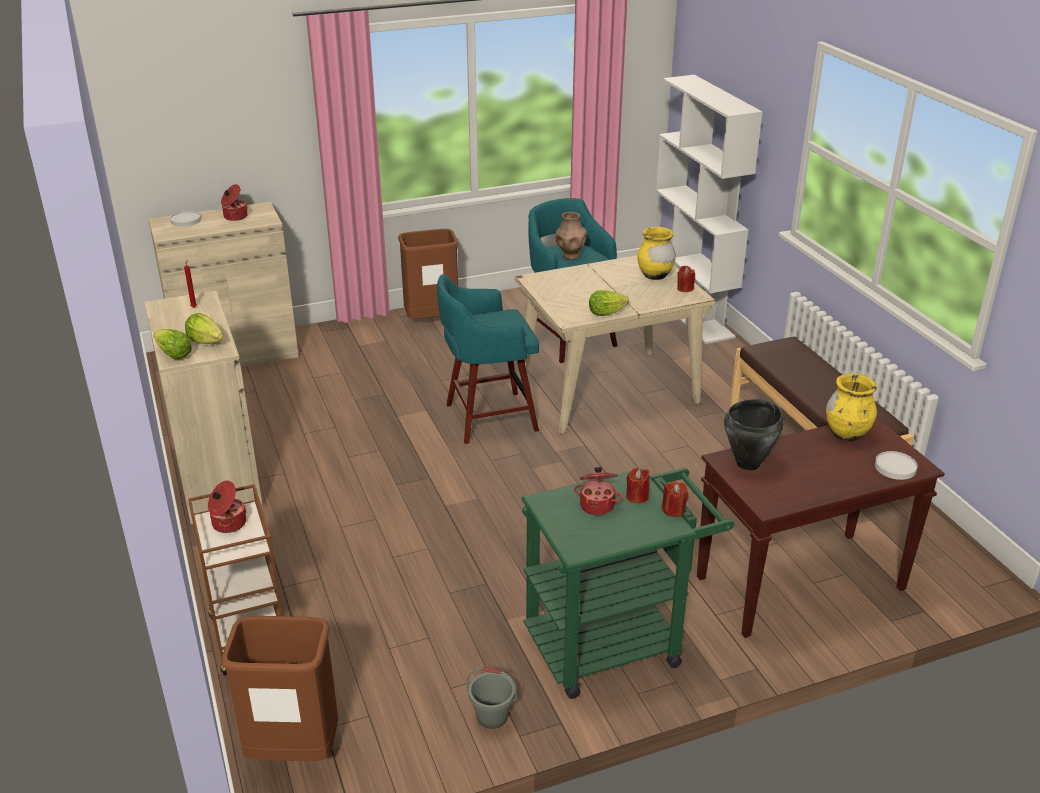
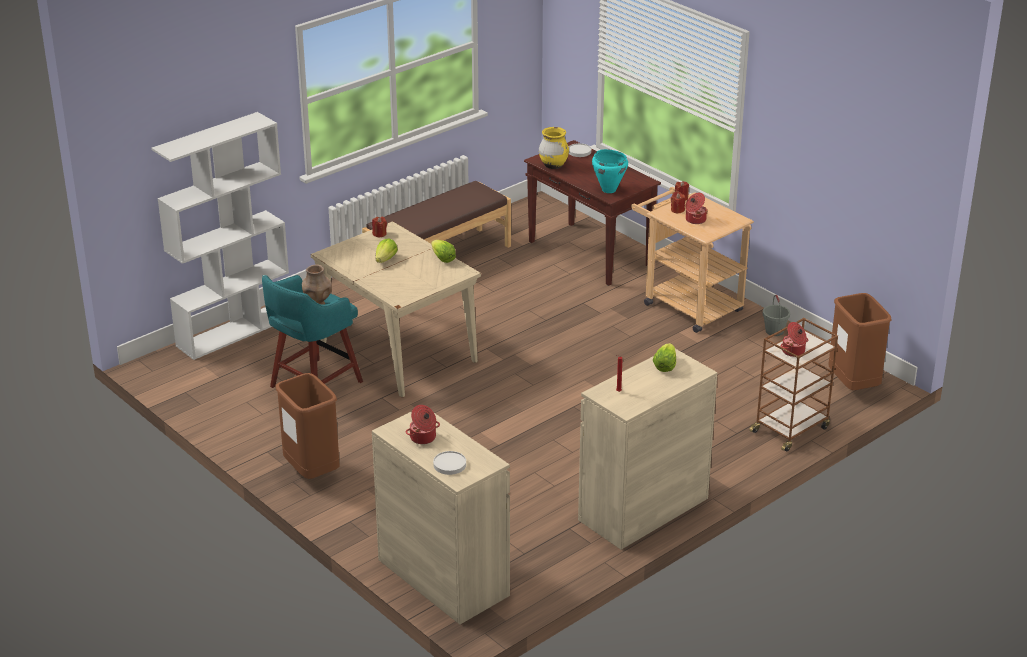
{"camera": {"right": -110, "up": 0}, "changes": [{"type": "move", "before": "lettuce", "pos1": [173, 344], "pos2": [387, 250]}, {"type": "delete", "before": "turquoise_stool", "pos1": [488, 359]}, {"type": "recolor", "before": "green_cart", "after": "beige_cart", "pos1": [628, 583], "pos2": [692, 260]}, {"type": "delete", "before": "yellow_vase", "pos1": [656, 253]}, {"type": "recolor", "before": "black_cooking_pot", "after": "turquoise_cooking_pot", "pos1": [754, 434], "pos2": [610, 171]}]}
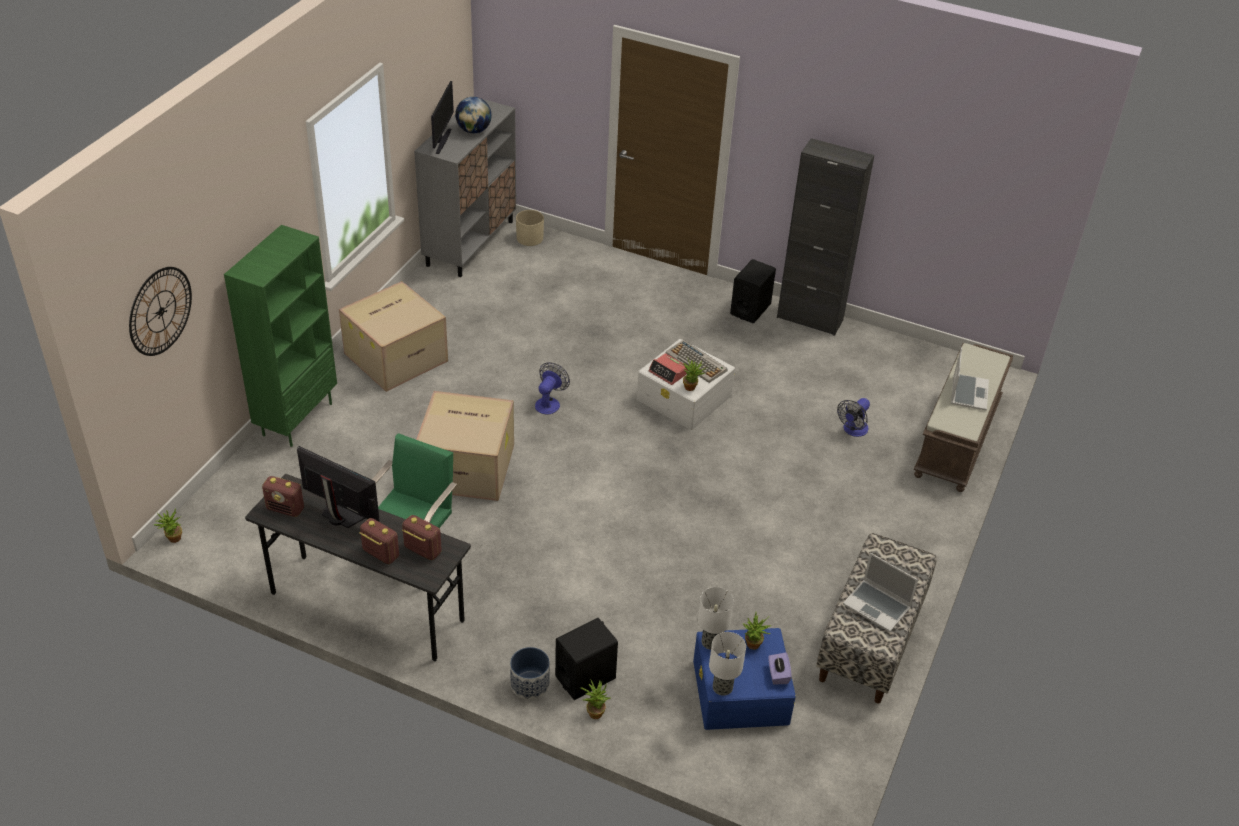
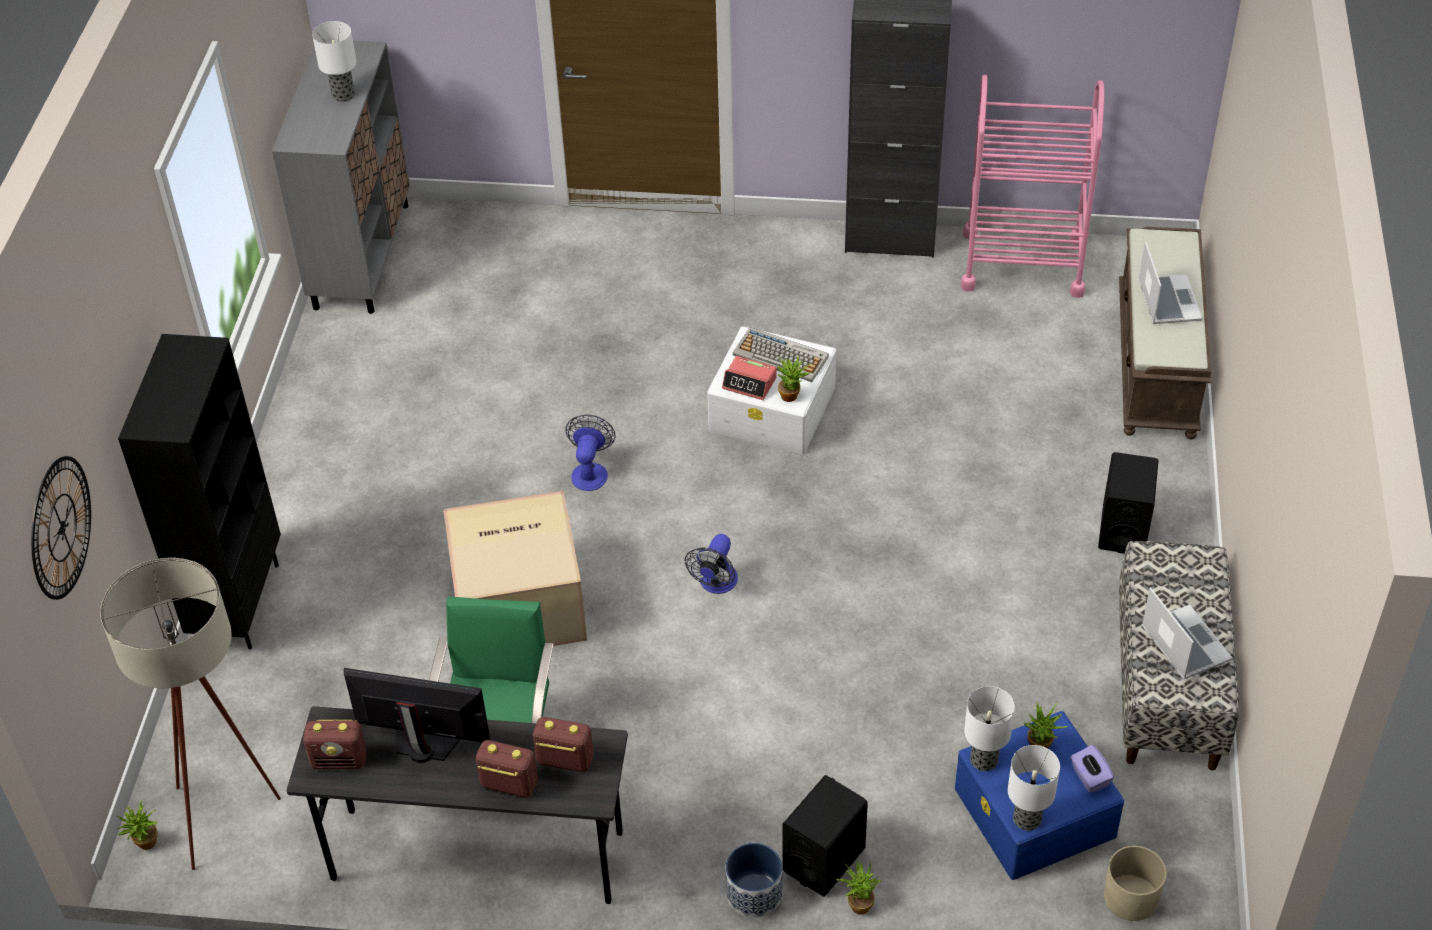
{"camera": {"right": -15, "up": 5}, "changes": [{"type": "recolor", "before": "green_bookcase", "after": "black_bookcase", "pos1": [280, 336], "pos2": [199, 491]}, {"type": "delete", "before": "cardboard_box", "pos1": [393, 336]}, {"type": "delete", "before": "monitor", "pos1": [442, 117]}, {"type": "replace", "before": "globe", "after": "table_lamp", "pos1": [473, 115], "pos2": [334, 61]}, {"type": "move", "before": "beige_planter", "pos1": [530, 228], "pos2": [1135, 883]}, {"type": "move", "before": "black_speaker", "pos1": [753, 291], "pos2": [1128, 503]}, {"type": "move", "before": "fan", "pos1": [853, 417], "pos2": [711, 564]}, {"type": "rotate", "before": "laptop", "pos1": [880, 592], "pos2": [1187, 633], "turn": -135}, {"type": "insert", "after": "beige_floor_lamp", "pos2": [190, 714]}, {"type": "insert", "after": "pink_cart", "pos2": [1032, 186]}]}
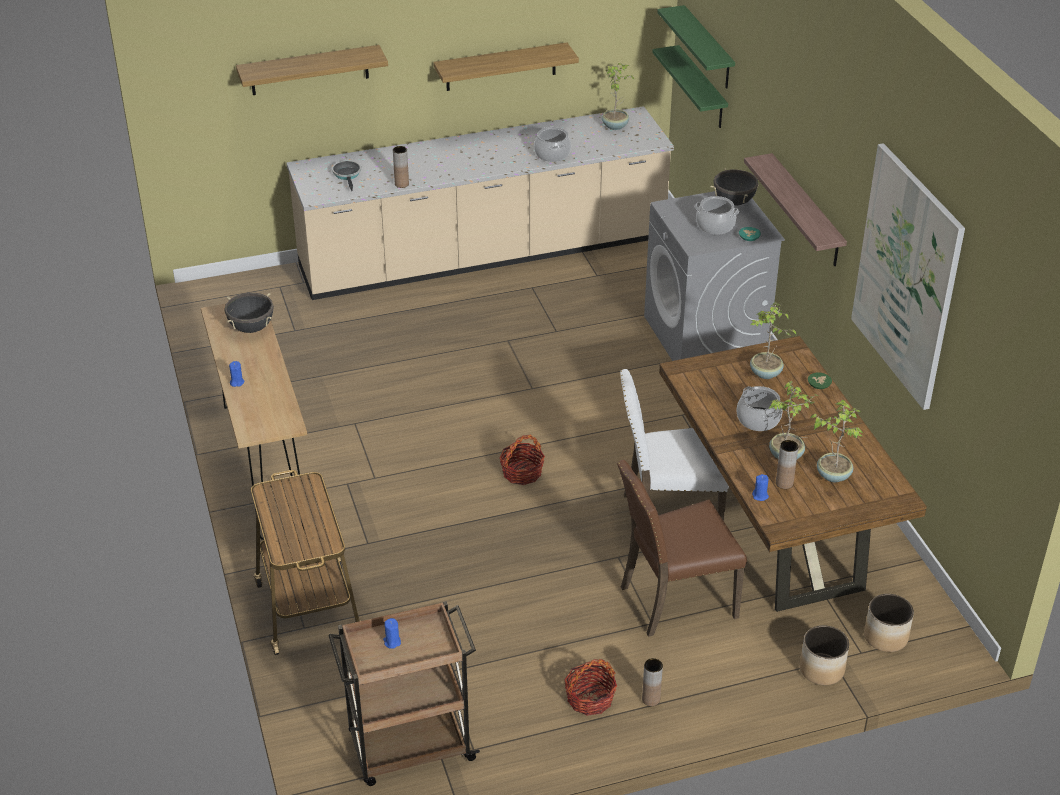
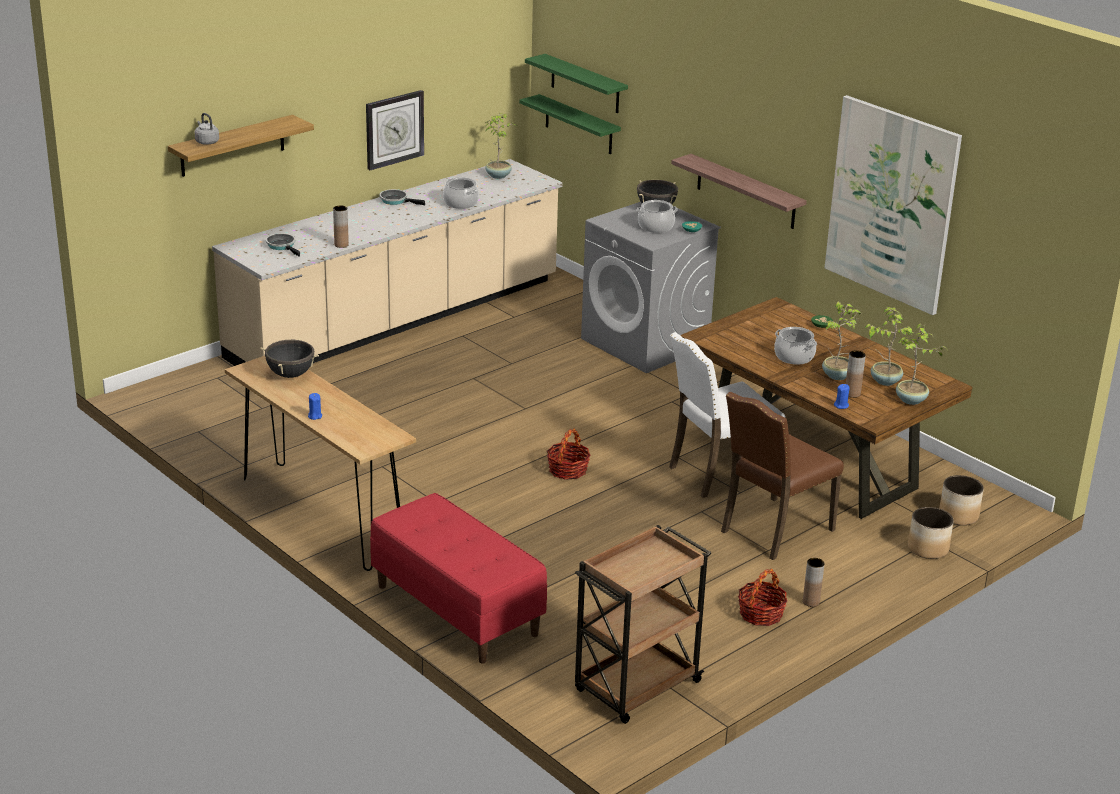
{"camera": {"right": -25, "up": -10}, "changes": [{"type": "replace", "before": "cart", "after": "red_bench", "pos1": [306, 562], "pos2": [458, 578]}, {"type": "delete", "before": "blue_candle", "pos1": [392, 633]}, {"type": "replace", "before": "shelf", "after": "wall_clock", "pos1": [506, 66], "pos2": [395, 130]}, {"type": "move", "before": "potted_plant", "pos1": [773, 340], "pos2": [921, 364]}, {"type": "insert", "after": "grey_kettle", "pos2": [207, 129]}, {"type": "insert", "after": "frying_pan", "pos2": [402, 197]}]}
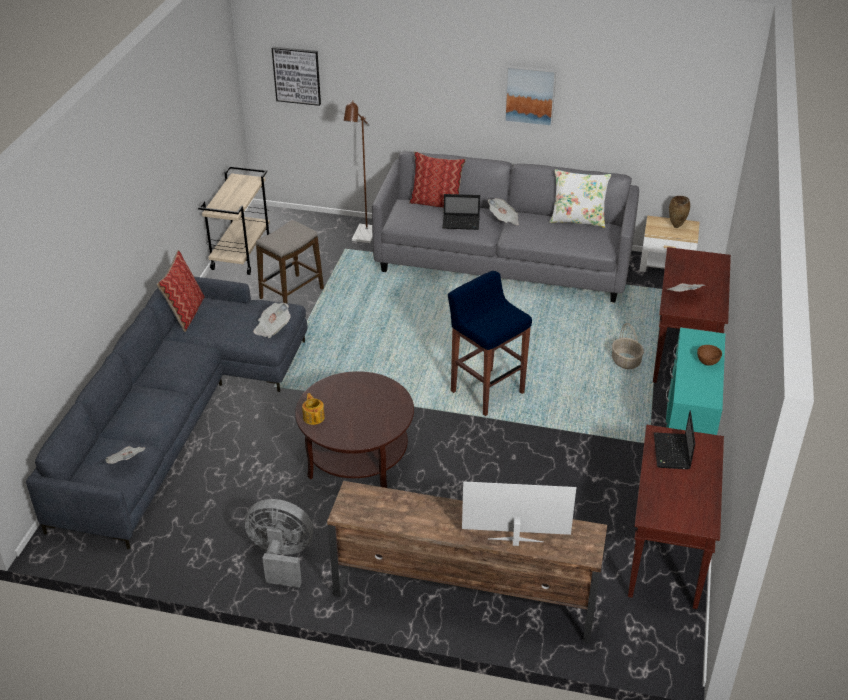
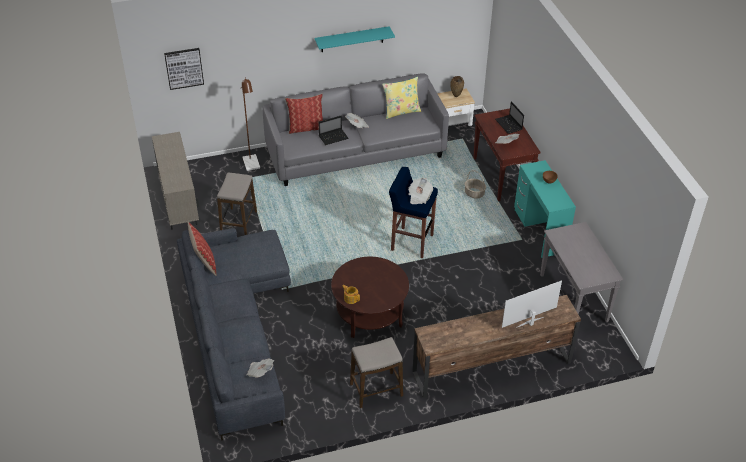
{"camera": {"right": -30, "up": 5}, "changes": [{"type": "replace", "before": "beige_cart", "after": "beige_cabinet", "pos1": [234, 220], "pos2": [175, 181]}, {"type": "replace", "before": "grey_fan", "after": "stool", "pos1": [279, 543], "pos2": [376, 372]}, {"type": "move", "before": "newspaper", "pos1": [271, 320], "pos2": [420, 191]}, {"type": "replace", "before": "picture", "after": "turquoise_shelf", "pos1": [530, 96], "pos2": [355, 39]}, {"type": "recolor", "before": "white_pillow", "after": "yellow_pillow", "pos1": [580, 198], "pos2": [401, 98]}, {"type": "recolor", "before": "brown_console_table", "after": "grey_console_table", "pos1": [676, 517], "pos2": [581, 272]}, {"type": "move", "before": "laptop", "pos1": [674, 440], "pos2": [509, 117]}]}
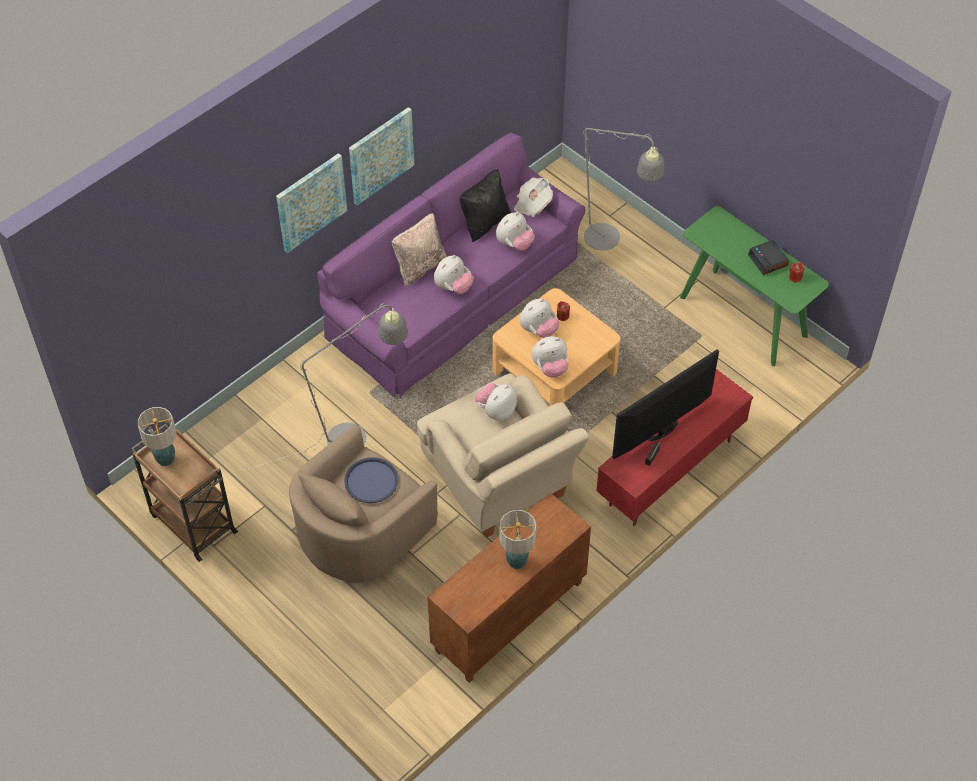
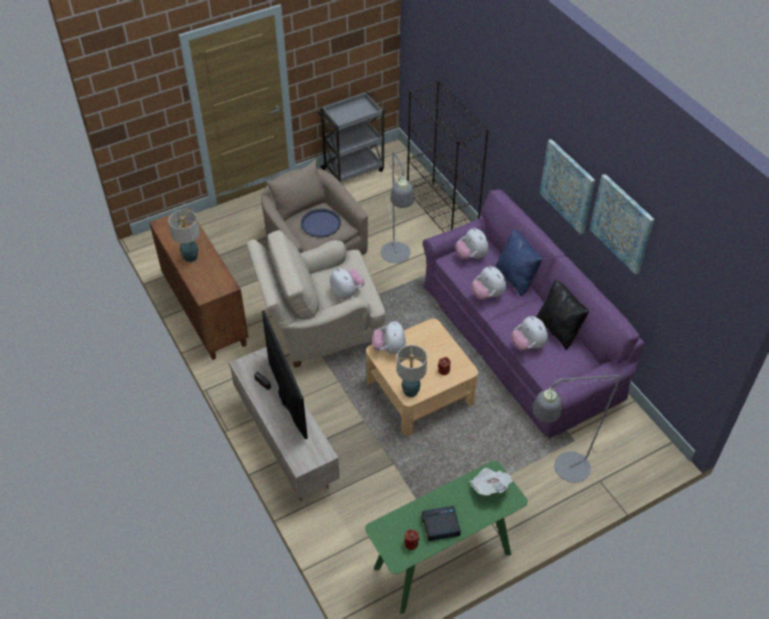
{"camera": {"right": 105, "up": -5}, "changes": [{"type": "recolor", "before": "brown_cart", "after": "grey_cart", "pos1": [184, 492], "pos2": [352, 138]}, {"type": "move", "before": "table_lamp", "pos1": [157, 436], "pos2": [412, 371]}, {"type": "move", "before": "picture", "pos1": [311, 203], "pos2": [622, 224]}, {"type": "recolor", "before": "beige_pillow", "after": "blue_pillow", "pos1": [419, 249], "pos2": [519, 263]}, {"type": "move", "before": "newspaper", "pos1": [533, 197], "pos2": [491, 481]}, {"type": "move", "before": "plush_toy", "pos1": [540, 318], "pos2": [472, 243]}, {"type": "recolor", "before": "red_tv_stand", "after": "beige_tv_stand", "pos1": [674, 447], "pos2": [284, 424]}, {"type": "insert", "after": "black_bookcase", "pos2": [448, 157]}]}
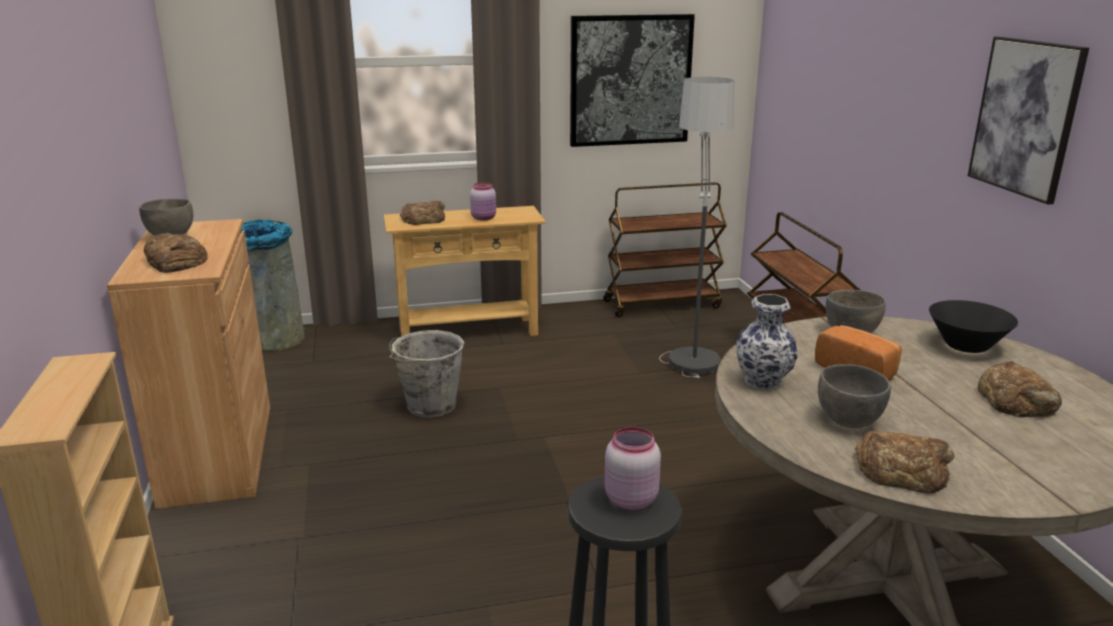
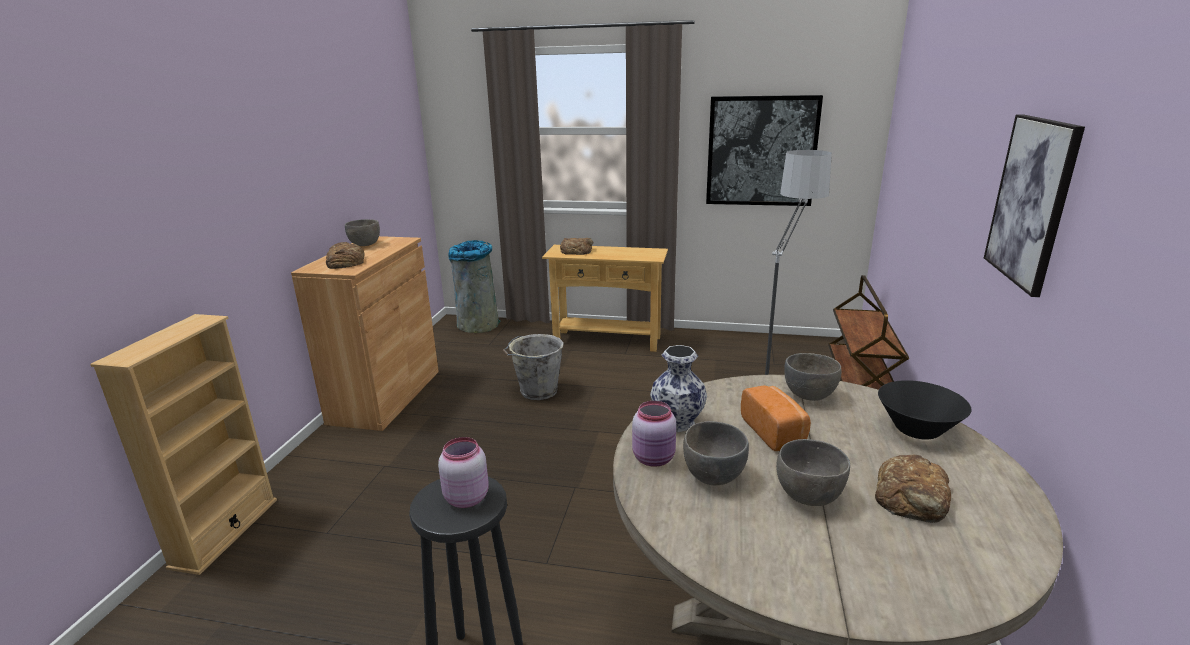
{"camera": {"right": 25, "up": 0}, "changes": [{"type": "move", "before": "pink_jar", "pos1": [483, 201], "pos2": [654, 434]}, {"type": "delete", "before": "brown_cart", "pos1": [665, 249]}, {"type": "delete", "before": "bread", "pos1": [905, 462]}, {"type": "insert", "after": "grey_bowl", "pos2": [813, 472]}]}
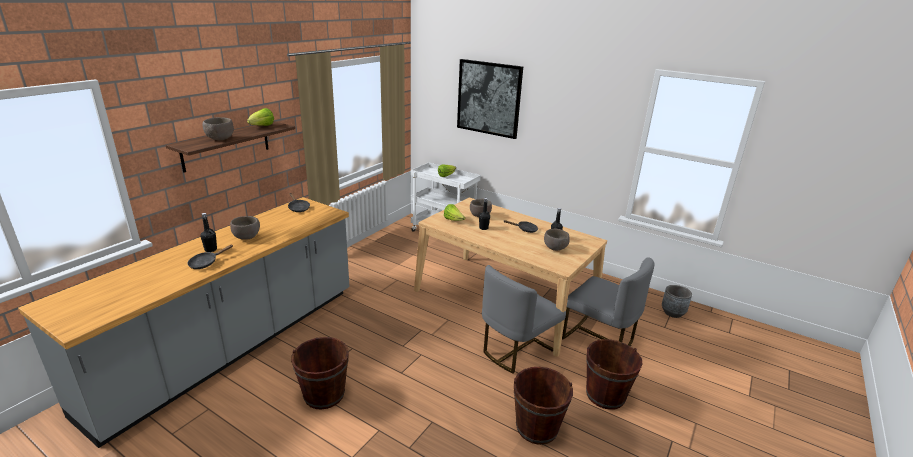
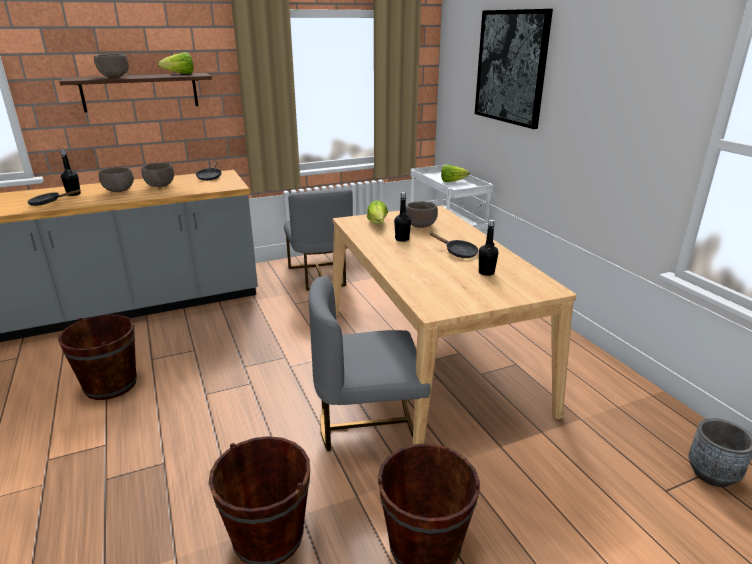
{"camera": {"right": 35, "up": 0}, "changes": [{"type": "move", "before": "brown_bowl", "pos1": [557, 240], "pos2": [157, 175]}, {"type": "move", "before": "grey_chair", "pos1": [608, 302], "pos2": [318, 240]}]}
